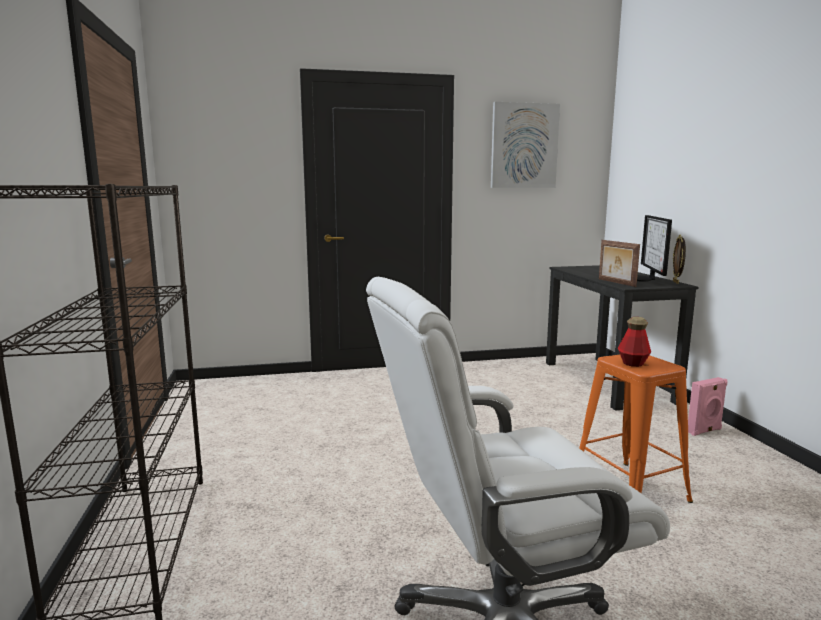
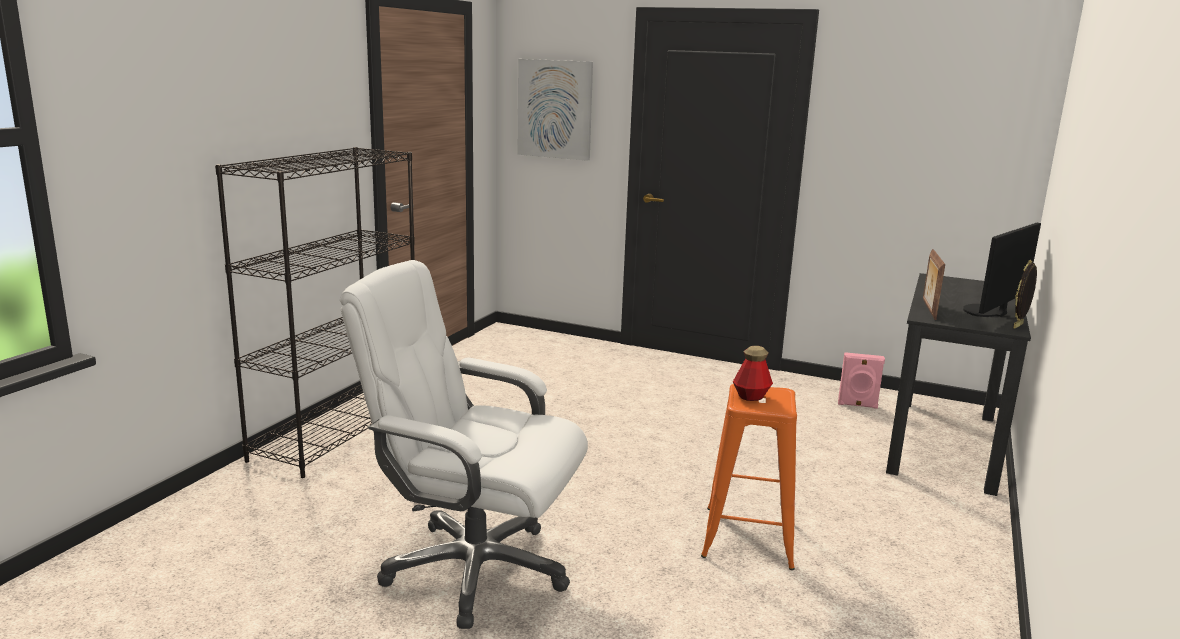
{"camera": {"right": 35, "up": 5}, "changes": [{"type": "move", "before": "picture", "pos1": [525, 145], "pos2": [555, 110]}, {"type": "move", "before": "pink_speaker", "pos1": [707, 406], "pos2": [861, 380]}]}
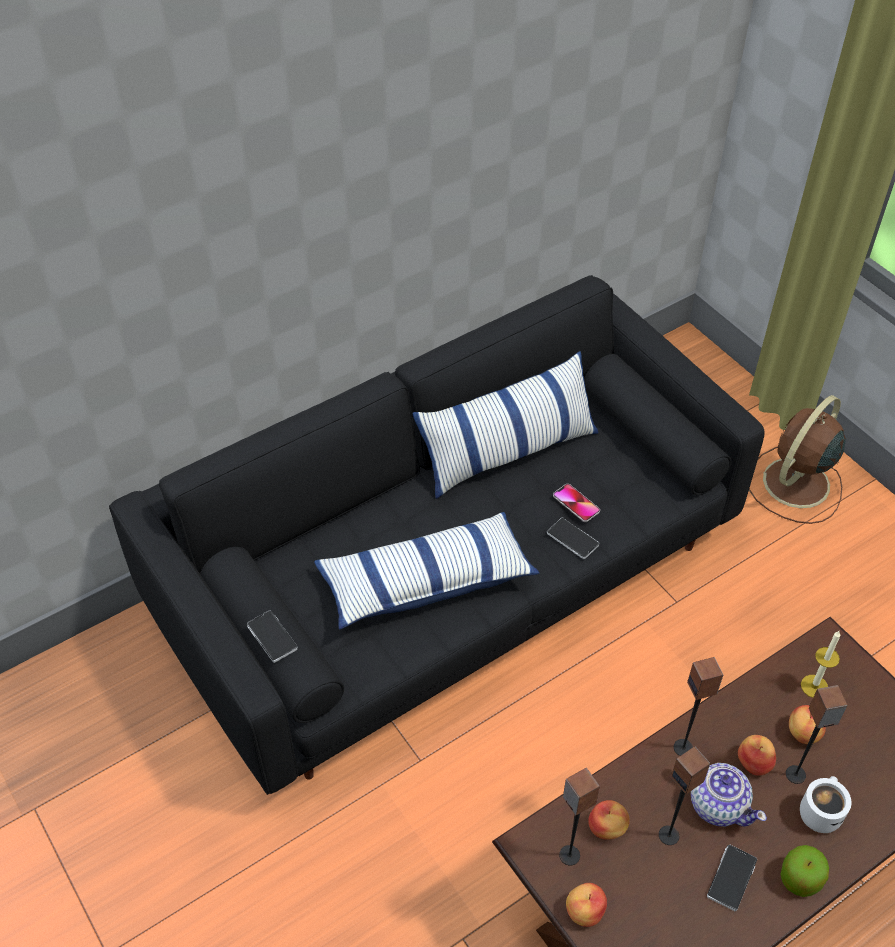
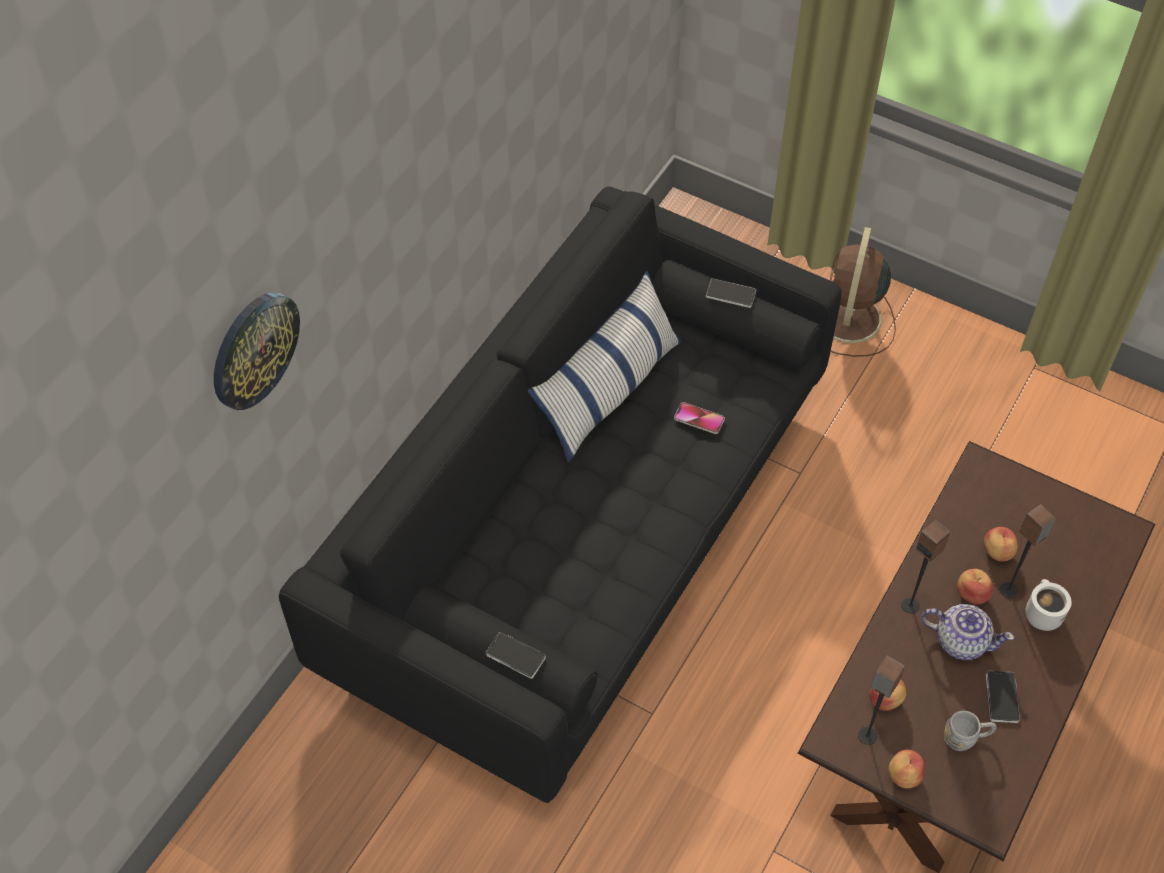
{"camera": {"right": -25, "up": 5}, "changes": [{"type": "delete", "before": "pillow", "pos1": [426, 570]}, {"type": "move", "before": "phone", "pos1": [573, 538], "pos2": [731, 293]}, {"type": "delete", "before": "speaker", "pos1": [684, 796]}, {"type": "delete", "before": "apple", "pos1": [804, 871]}, {"type": "delete", "before": "candle", "pos1": [821, 664]}, {"type": "insert", "after": "wall_clock", "pos2": [257, 351]}, {"type": "insert", "after": "grey_mug", "pos2": [970, 730]}]}
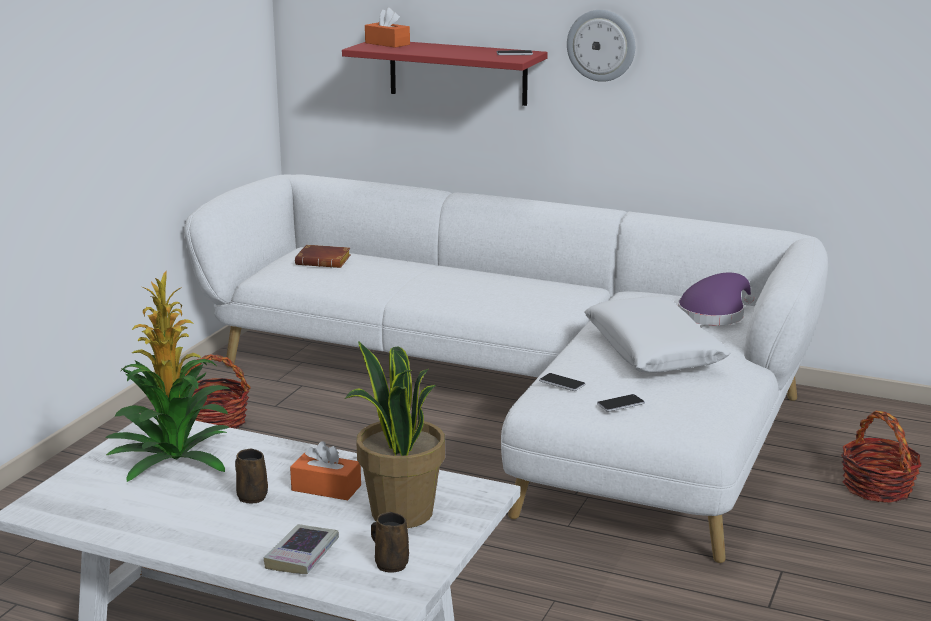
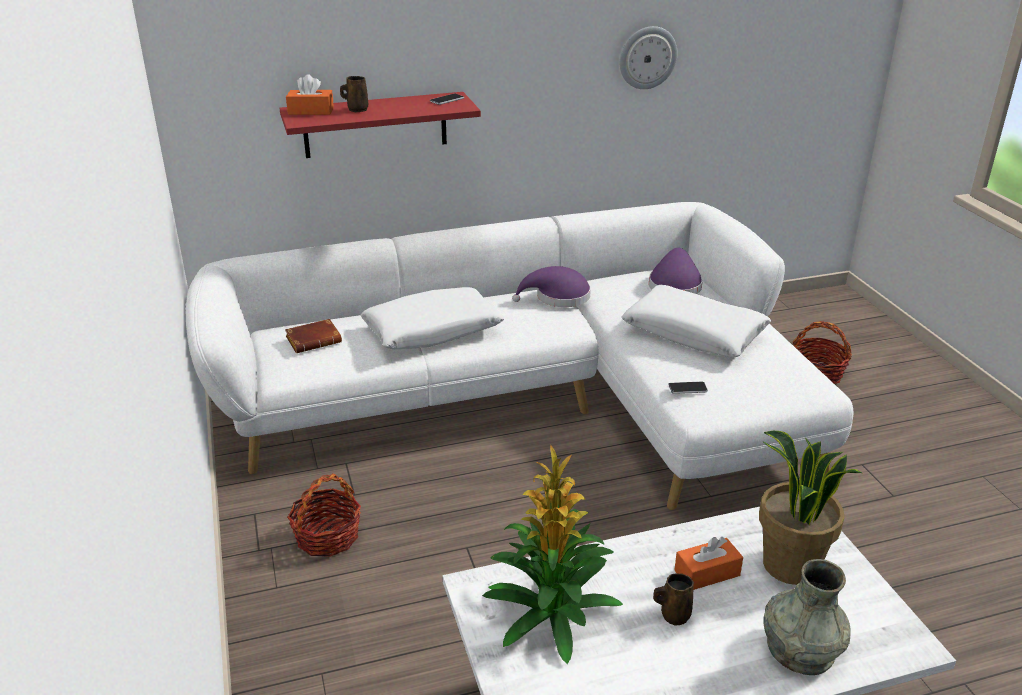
{"camera": {"right": -40, "up": 10}, "changes": [{"type": "replace", "before": "book", "after": "grey_vase", "pos1": [301, 549], "pos2": [807, 617]}, {"type": "move", "before": "brown_mug", "pos1": [390, 542], "pos2": [354, 94]}, {"type": "move", "before": "wall_clock", "pos1": [601, 46], "pos2": [648, 57]}, {"type": "delete", "before": "phone", "pos1": [621, 403]}, {"type": "insert", "after": "white_pillow", "pos2": [432, 318]}, {"type": "insert", "after": "purple_hat", "pos2": [551, 286]}]}
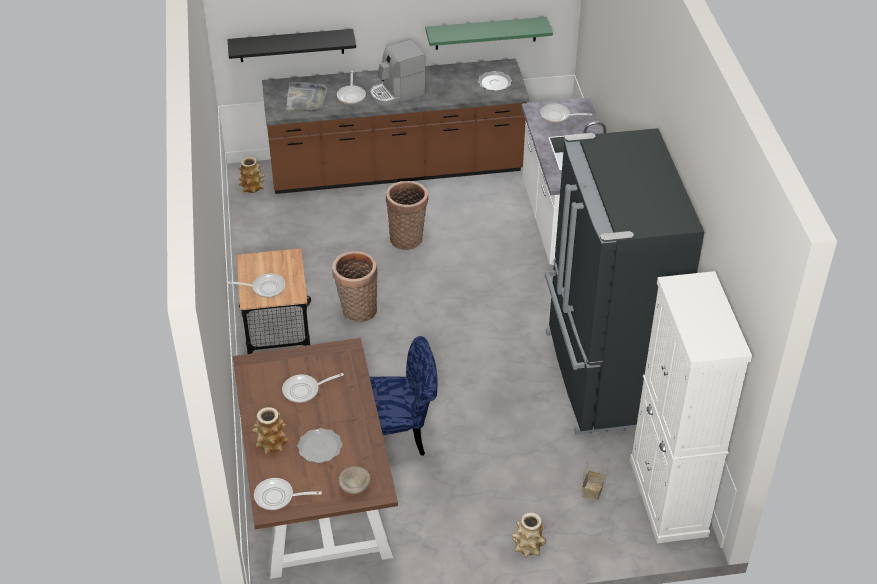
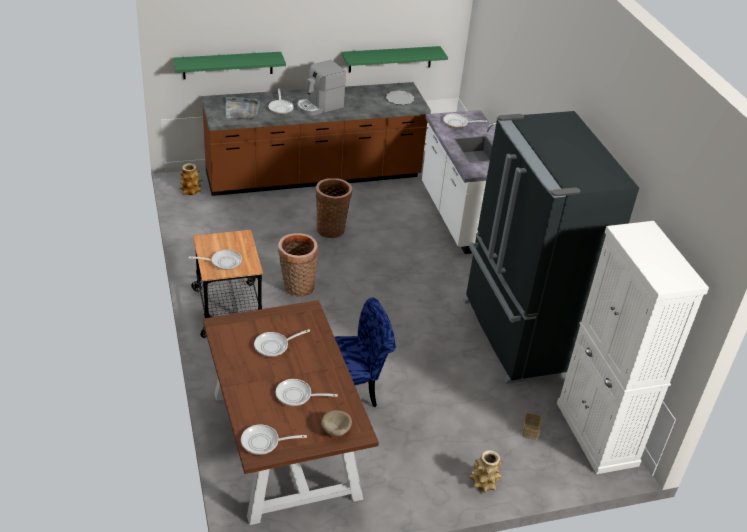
{"camera": {"right": -10, "up": -5}, "changes": [{"type": "recolor", "before": "black_shelf", "after": "green_shelf", "pos1": [292, 45], "pos2": [229, 65]}, {"type": "delete", "before": "vase", "pos1": [270, 430]}, {"type": "replace", "before": "plate", "after": "frying_pan", "pos1": [319, 445], "pos2": [307, 392]}]}
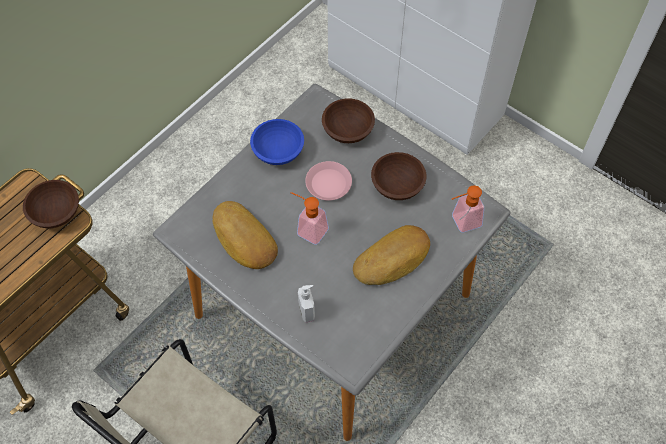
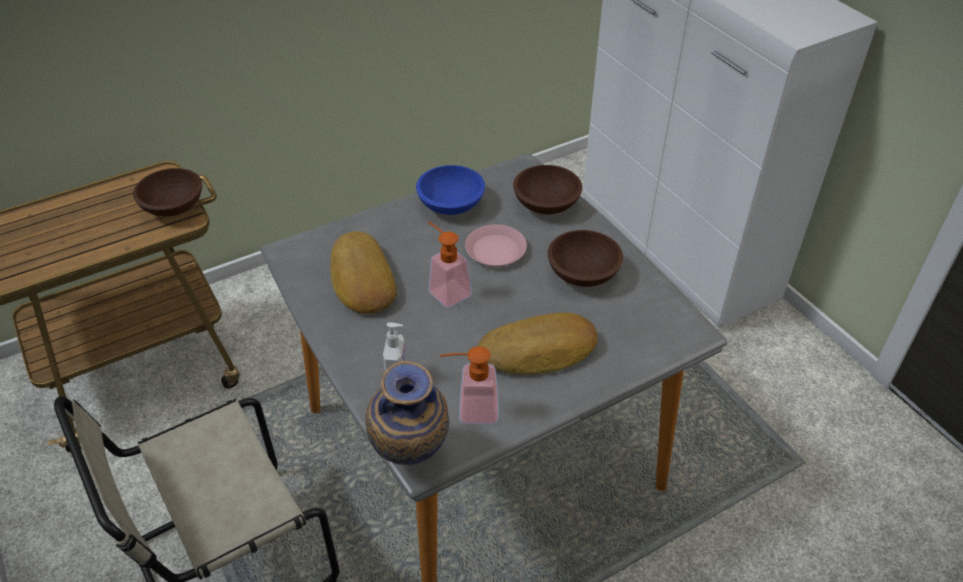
{"camera": {"right": 20, "up": -15}, "changes": [{"type": "move", "before": "soap_dispenser", "pos1": [468, 209], "pos2": [469, 385]}, {"type": "insert", "after": "vase", "pos2": [407, 413]}]}
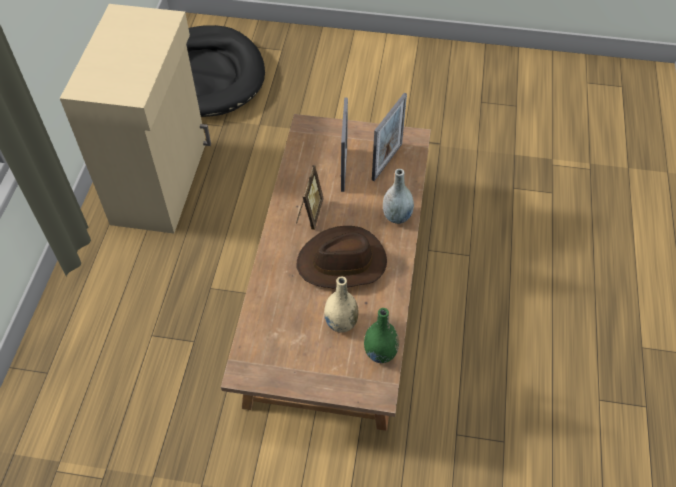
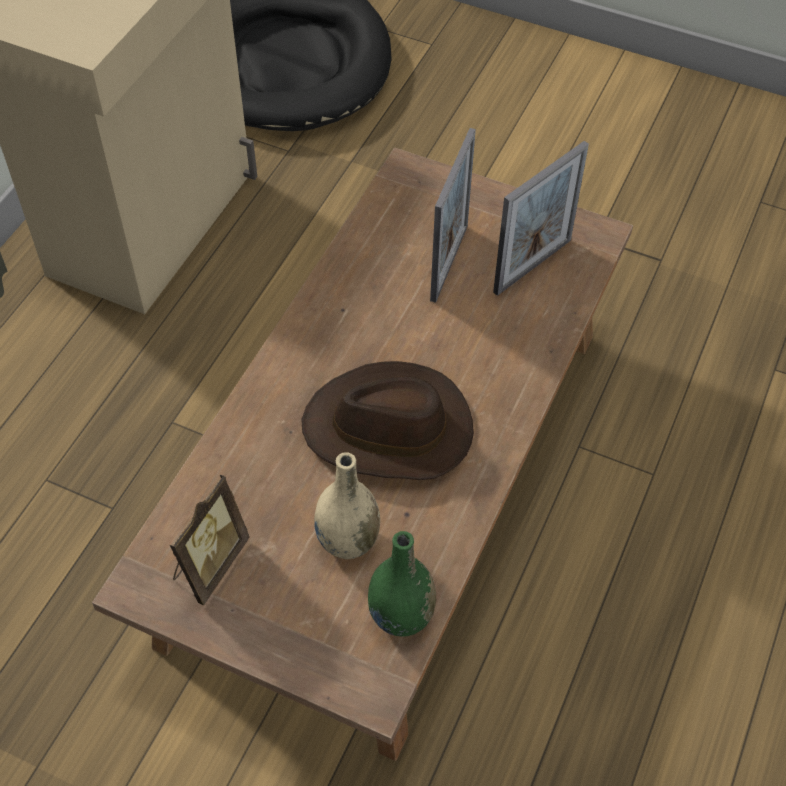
{"camera": {"right": 15, "up": 0}, "changes": [{"type": "move", "before": "picture_frame", "pos1": [310, 197], "pos2": [209, 540]}, {"type": "delete", "before": "grey_vase", "pos1": [398, 196]}]}
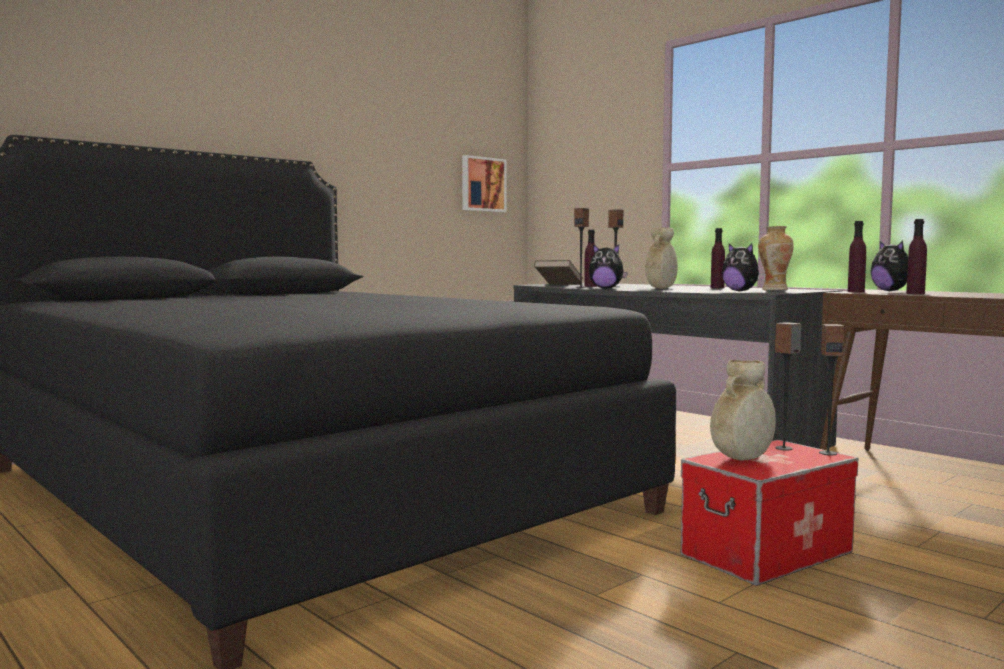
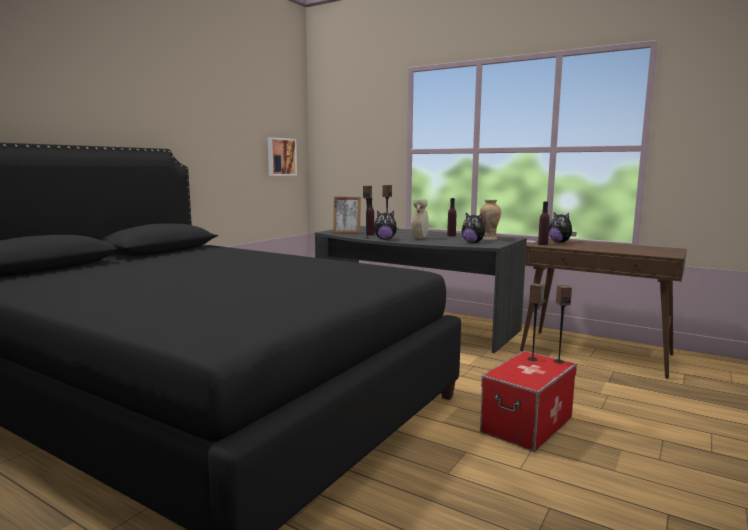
{"camera": {"right": -15, "up": 5}, "changes": [{"type": "replace", "before": "brown_book", "after": "picture_frame", "pos1": [558, 272], "pos2": [347, 215]}, {"type": "delete", "before": "beige_vase", "pos1": [743, 410]}, {"type": "delete", "before": "purple_bottle", "pos1": [916, 256]}]}
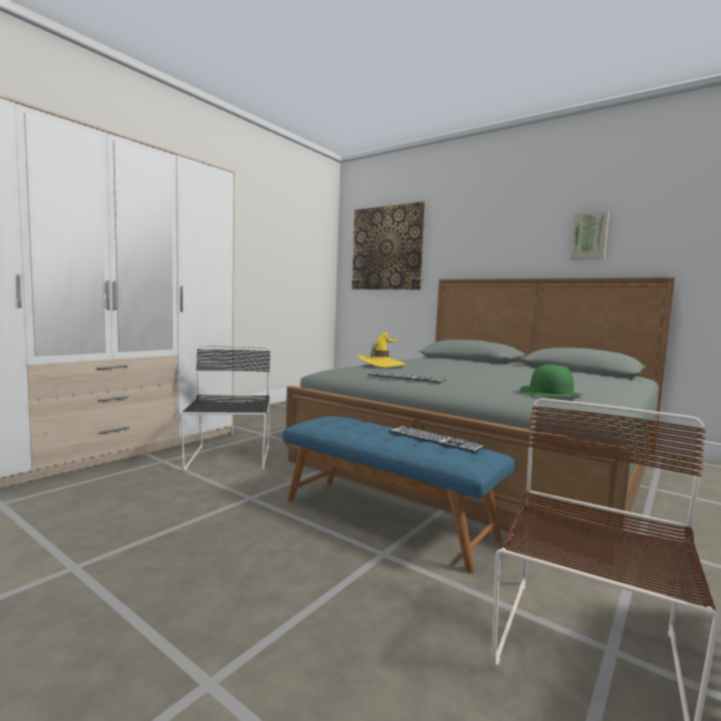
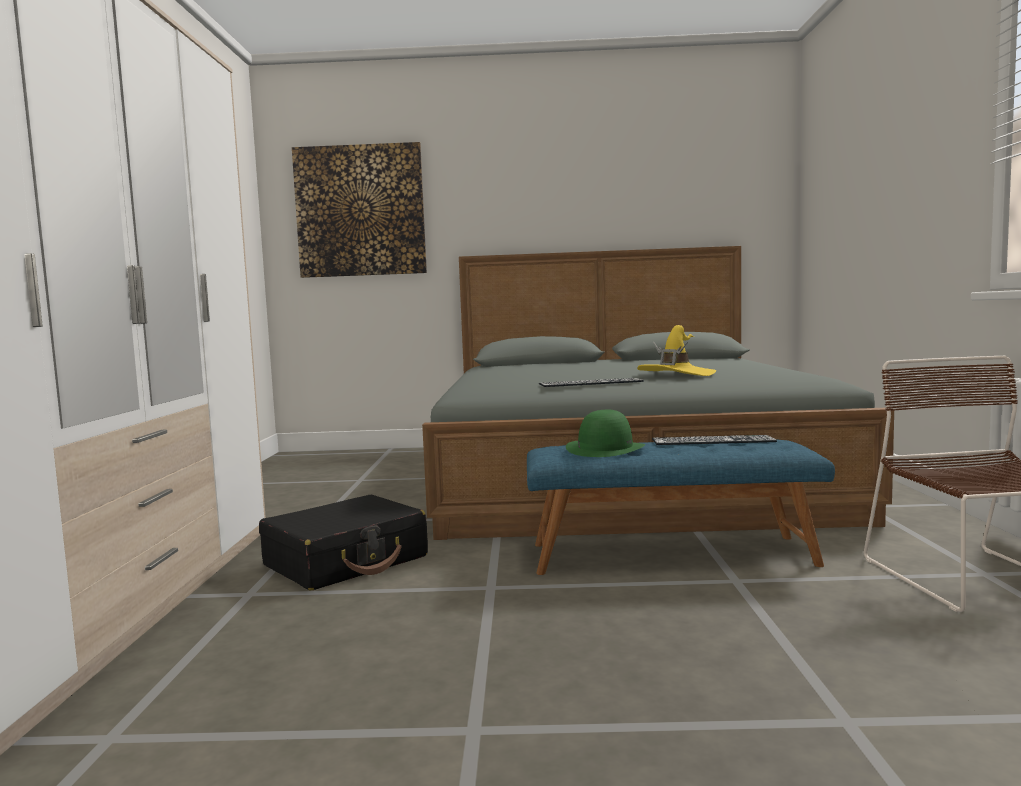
{"camera": {"right": -35, "up": 0}, "changes": [{"type": "replace", "before": "black_chair", "after": "black_suitcase", "pos1": [225, 408], "pos2": [343, 542]}, {"type": "move", "before": "yellow_hat", "pos1": [382, 349], "pos2": [676, 350]}, {"type": "move", "before": "green_hat", "pos1": [551, 381], "pos2": [605, 433]}, {"type": "delete", "before": "picture", "pos1": [590, 235]}]}
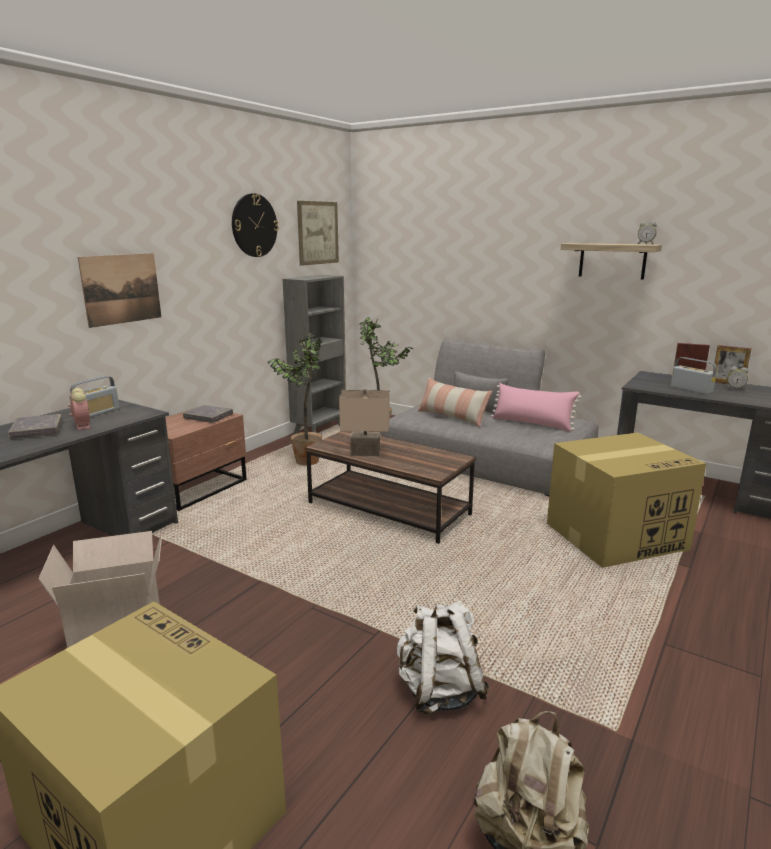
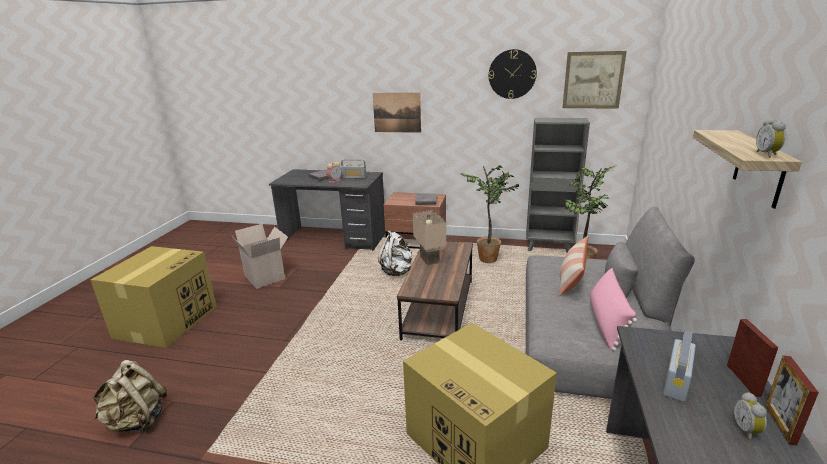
{"camera": {"right": 70, "up": 5}, "changes": [{"type": "move", "before": "white_backpack", "pos1": [443, 657], "pos2": [395, 253]}]}
